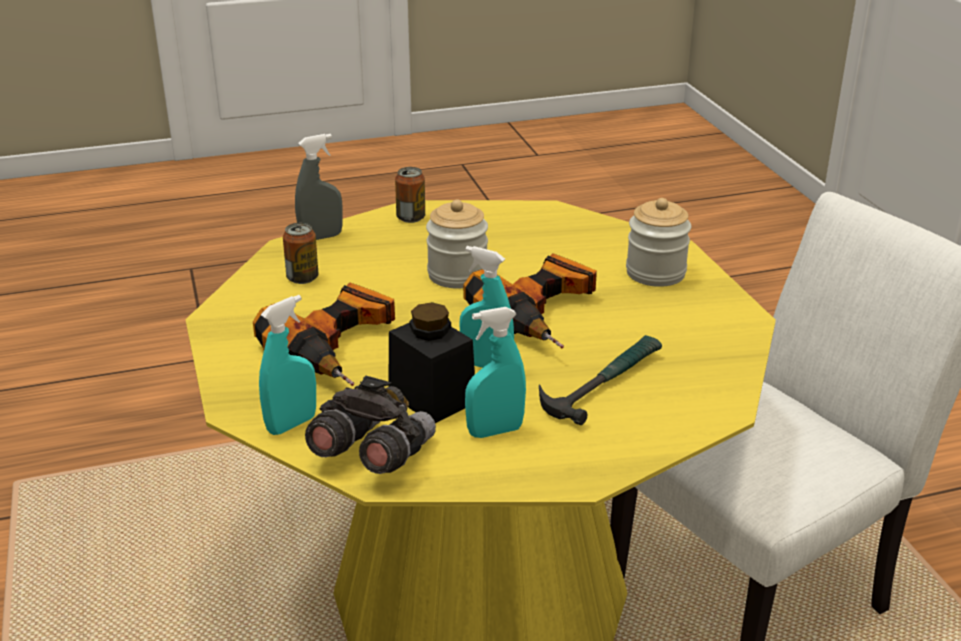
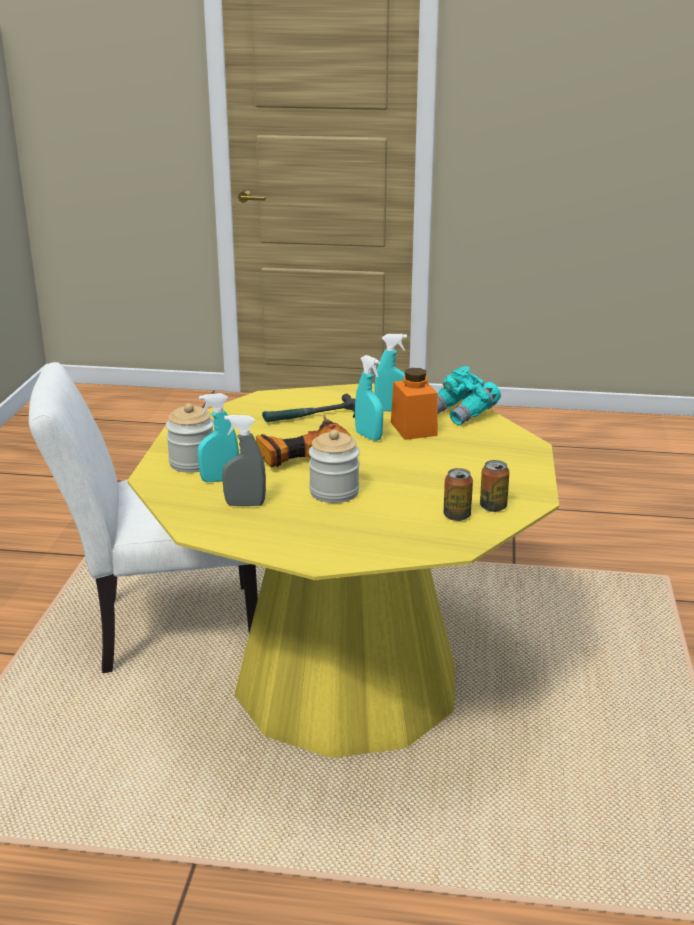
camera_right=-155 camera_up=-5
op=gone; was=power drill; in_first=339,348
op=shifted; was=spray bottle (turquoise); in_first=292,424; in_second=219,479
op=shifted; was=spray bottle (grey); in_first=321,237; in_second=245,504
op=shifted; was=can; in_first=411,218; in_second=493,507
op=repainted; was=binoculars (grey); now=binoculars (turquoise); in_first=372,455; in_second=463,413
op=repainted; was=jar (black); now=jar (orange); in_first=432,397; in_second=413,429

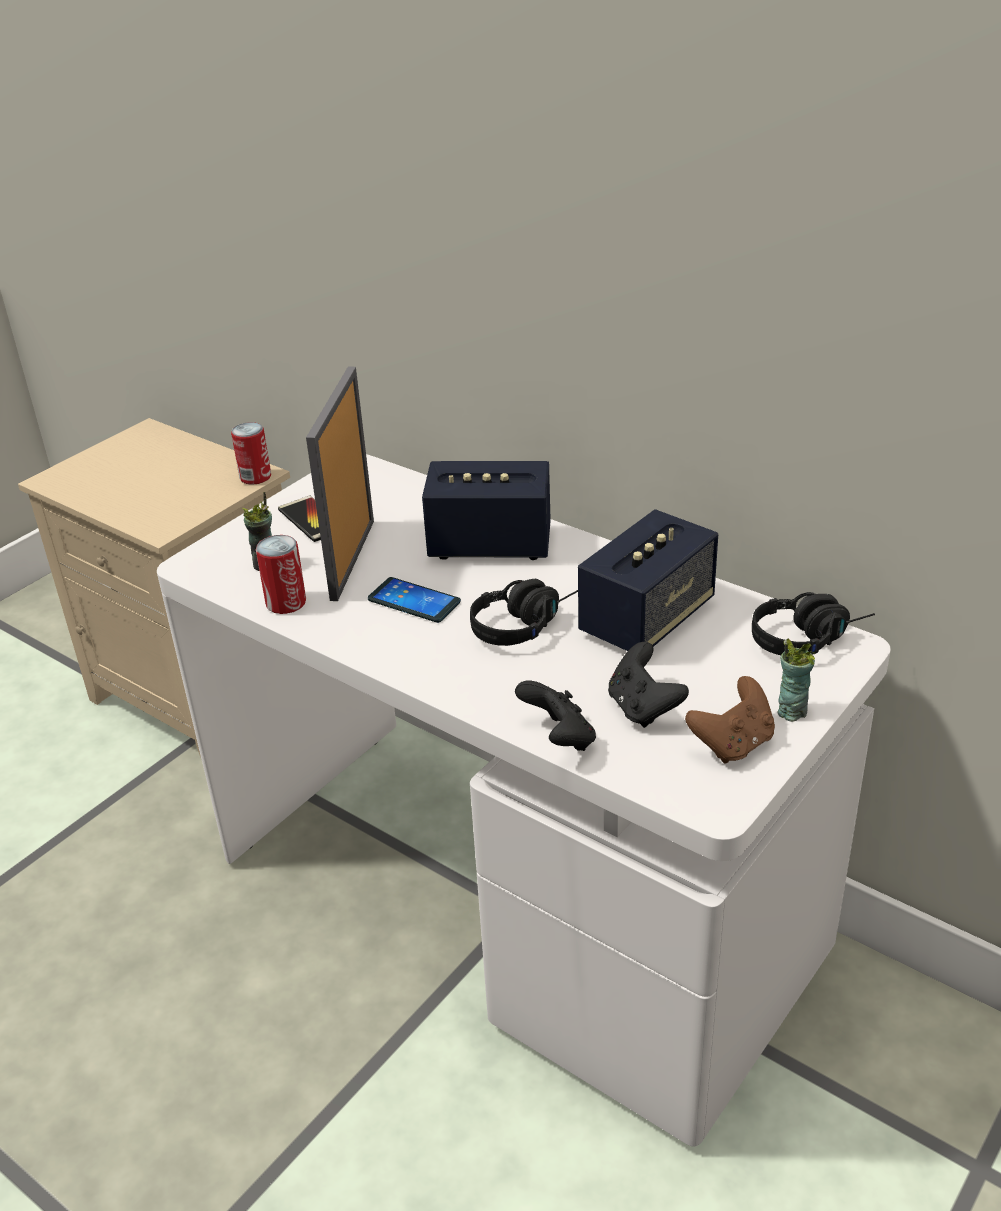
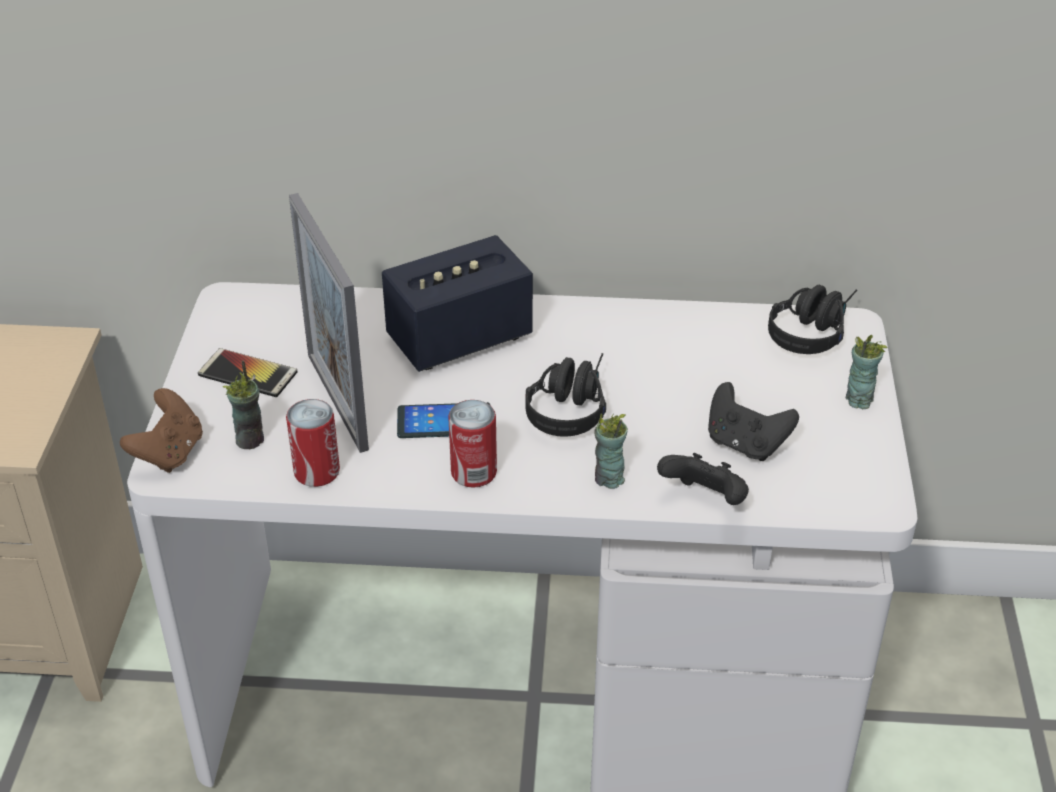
camera_right=-35 camera_up=5
op=gone; was=speaker; in_first=647,619
op=new; now=cup; in_second=608,479
op=shifted; was=can; in_first=255,477; in_second=473,472
op=shifted; was=game controller (brown); in_first=733,744; in_second=169,453

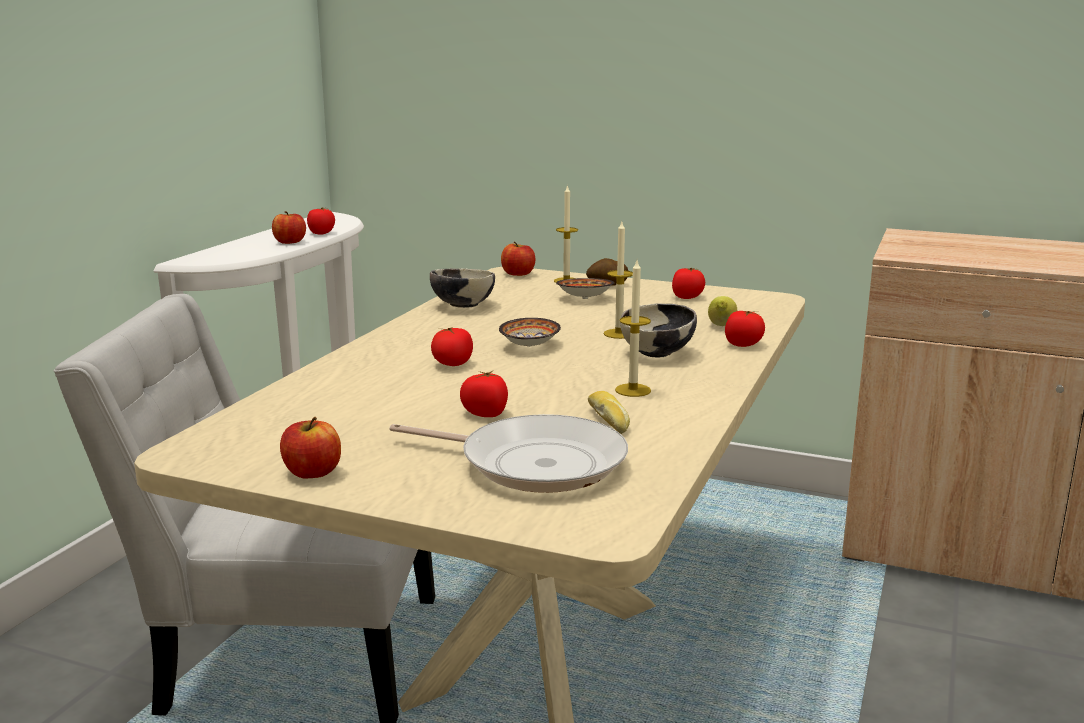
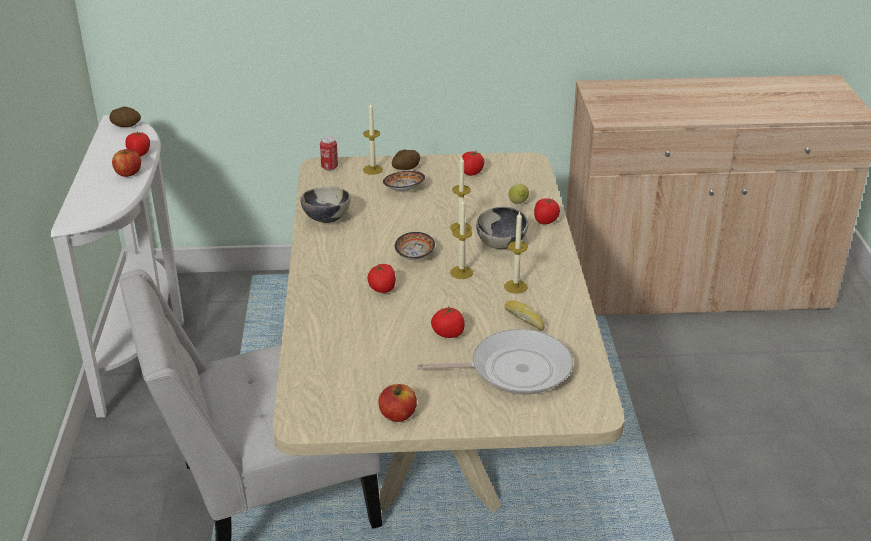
camera_right=-25 camera_up=15
op=new; now=potato; in_second=126,125
op=new; now=candle; in_second=461,272
op=swapped; was=apple; now=can; in_first=518,274; in_second=329,167

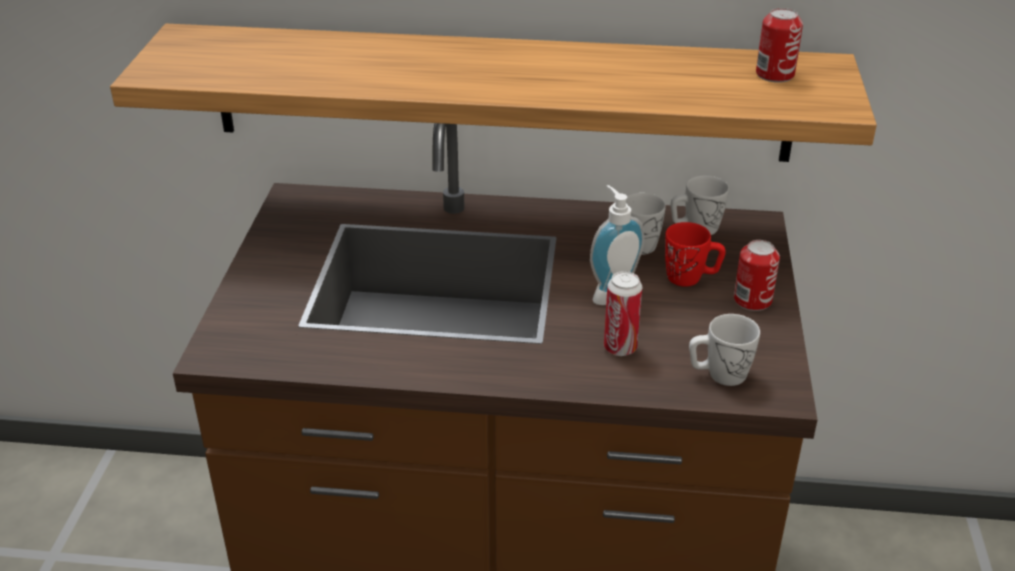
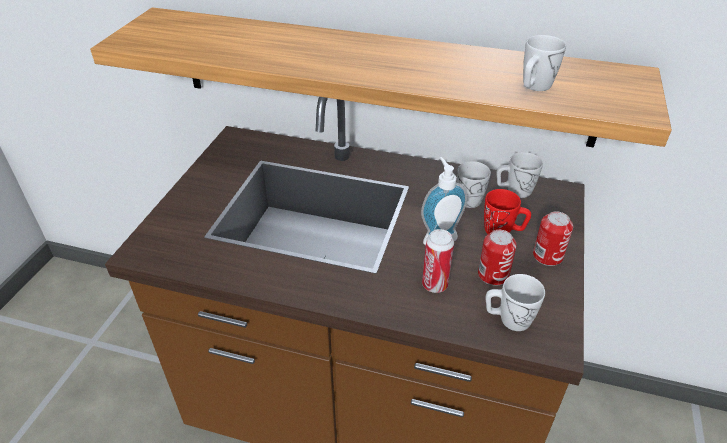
camera_right=10 camera_up=5
op=new; now=mug (white); in_second=534,87
op=shifted; was=can; in_first=775,74; in_second=493,275

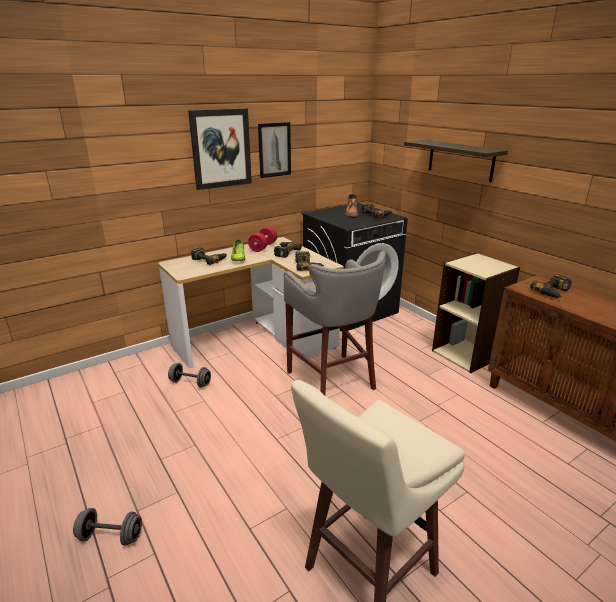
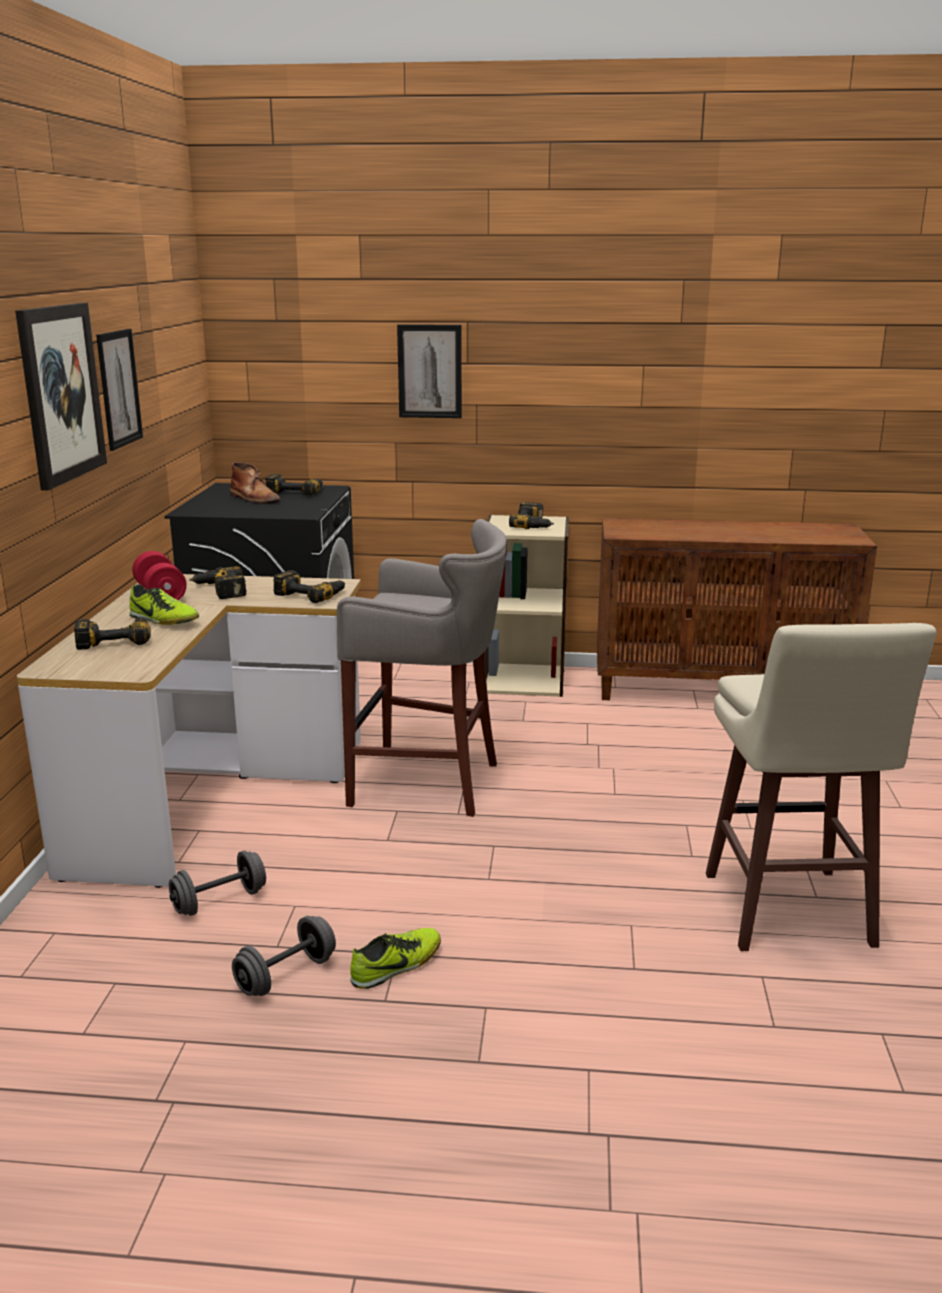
camera_right=-50 camera_up=-5
op=new; now=shoe; in_second=397,966
op=shifted; was=dumbbell (grey); in_first=110,536; in_second=286,975
op=shifted; was=power drill; in_first=554,292; in_second=534,524
op=swapped; was=shelf; now=picture; in_first=460,160; in_second=430,371

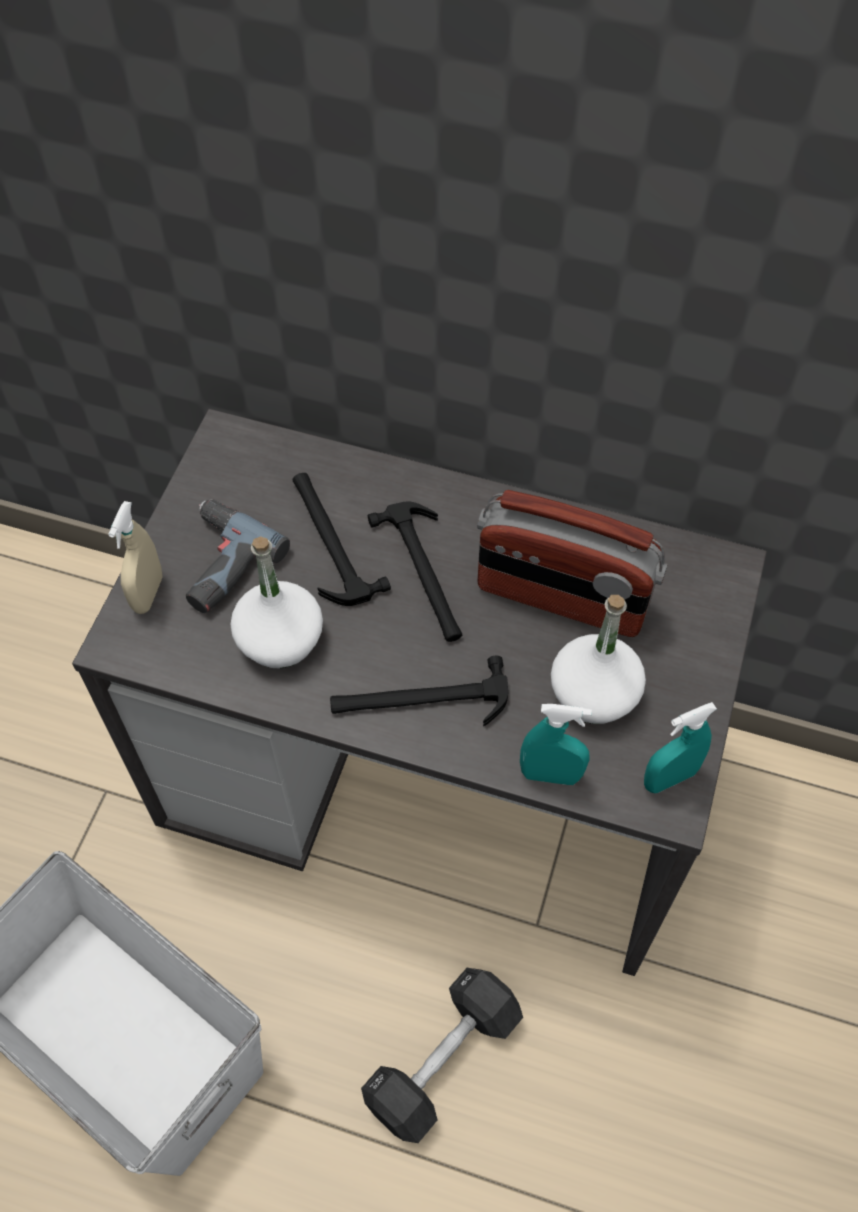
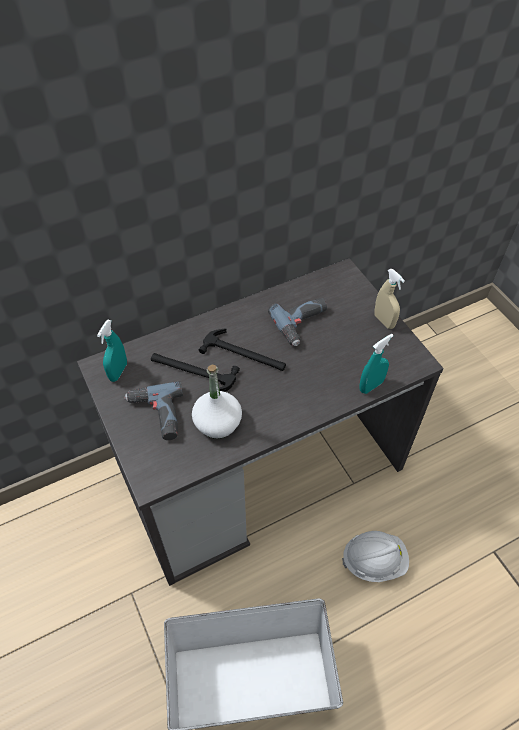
camera_right=-45 camera_up=-5
op=gone; was=hammer; in_first=419,700
op=gone; was=bottle (white); in_first=594,693
op=shifted; was=spray bottle (beige); in_first=148,594; in_second=384,321
op=shifted; was=spray bottle (turquoise); in_first=669,778; in_second=118,372
op=swapped; was=dumbbell (black); now=hard hat (white); in_first=443,1059; in_second=374,561
op=swapped; was=radio; now=power drill; in_first=562,598; in_second=303,324

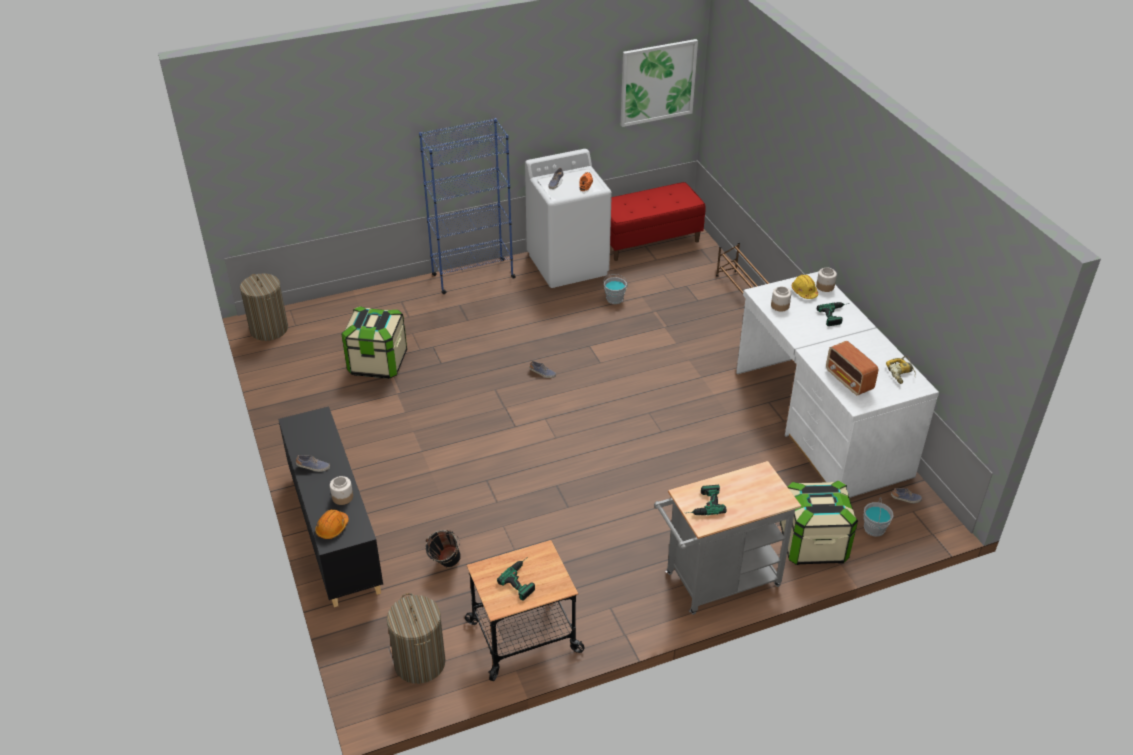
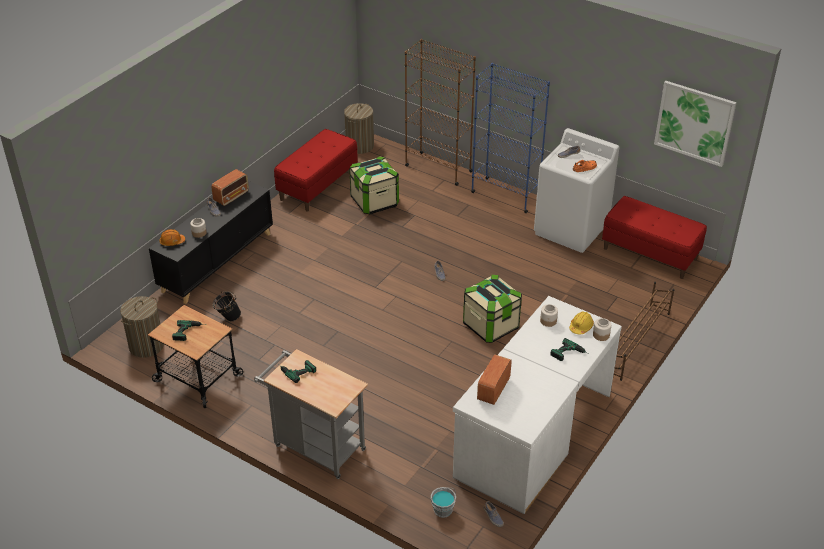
camera_right=55 camera_up=0
op=gone; was=bucket (grey); in_first=615,299
op=gone; was=power drill; in_first=901,373
op=new; now=radio; in_second=231,196
op=new; now=bench (red); in_second=317,185
op=new; now=bookcase (brown); in_second=438,168
op=shifted; was=storage box; in_first=813,544; in_second=491,326

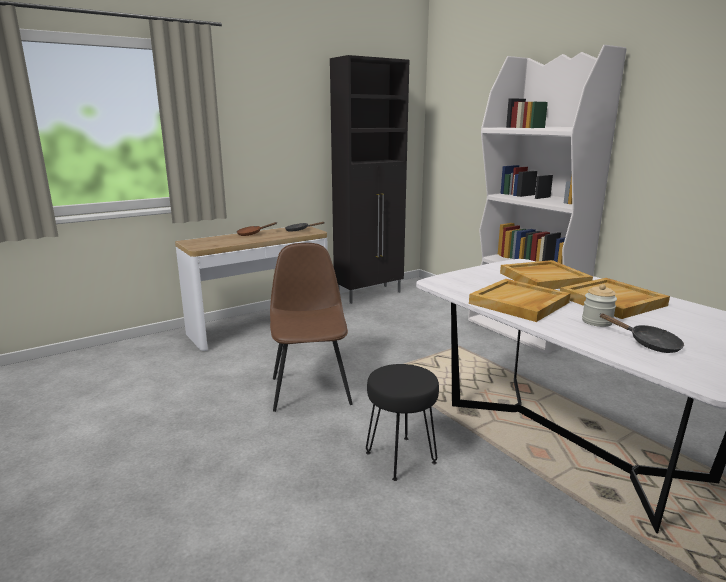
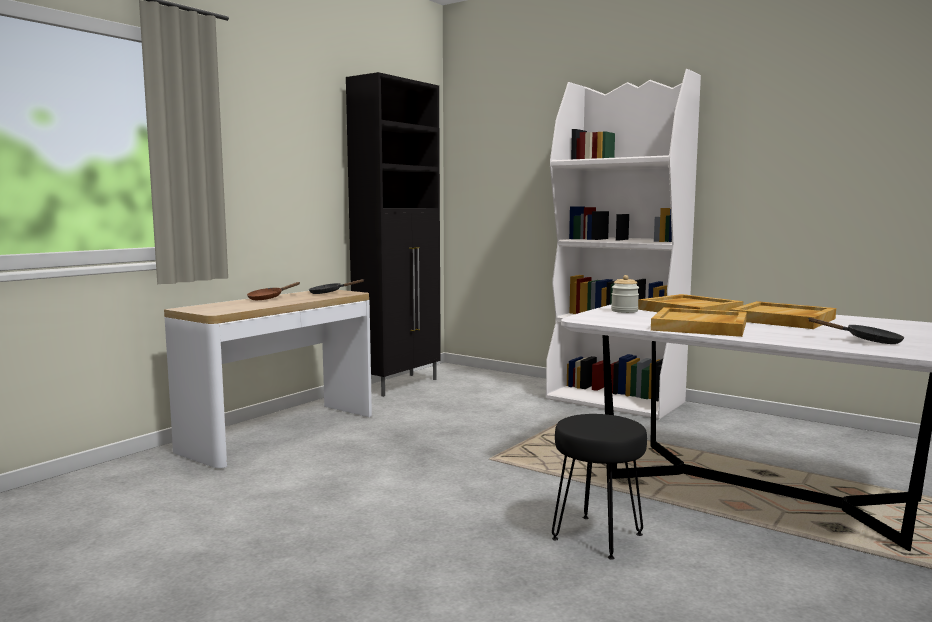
camera_right=-20 camera_up=-10
op=gone; was=chair (brown); in_first=310,389
op=shifted; was=jar; in_first=597,321; in_second=624,311

